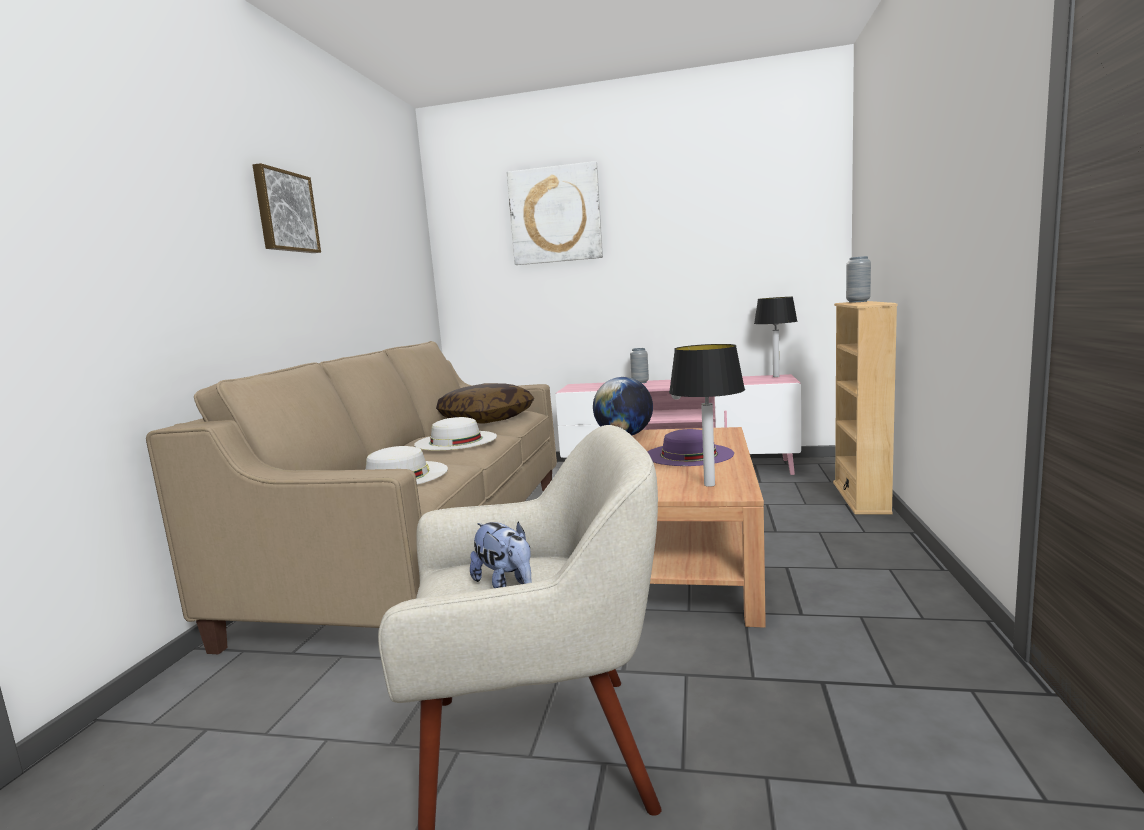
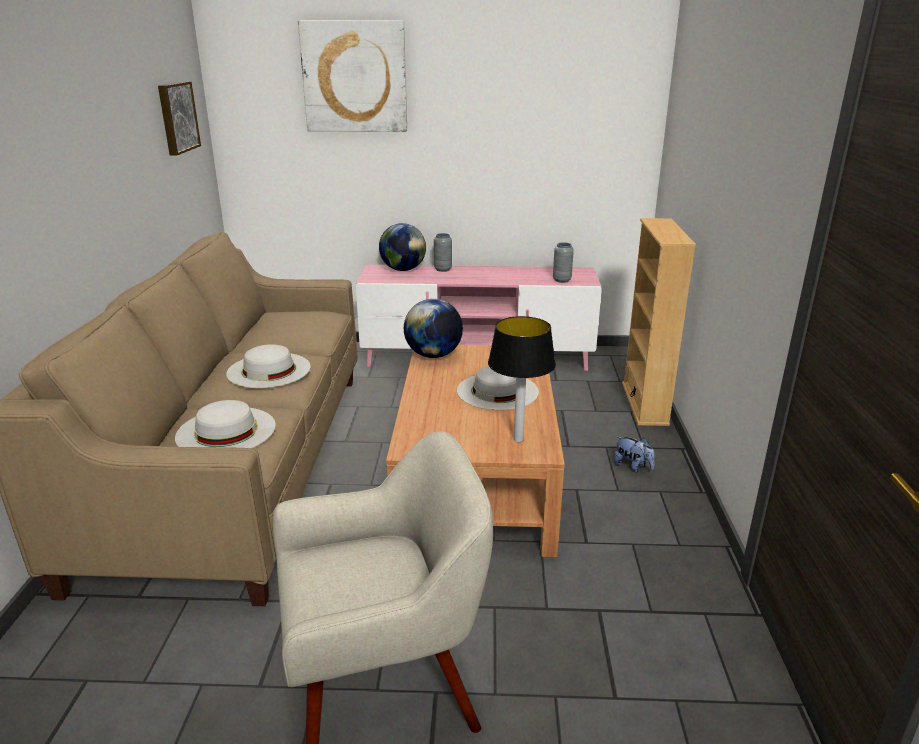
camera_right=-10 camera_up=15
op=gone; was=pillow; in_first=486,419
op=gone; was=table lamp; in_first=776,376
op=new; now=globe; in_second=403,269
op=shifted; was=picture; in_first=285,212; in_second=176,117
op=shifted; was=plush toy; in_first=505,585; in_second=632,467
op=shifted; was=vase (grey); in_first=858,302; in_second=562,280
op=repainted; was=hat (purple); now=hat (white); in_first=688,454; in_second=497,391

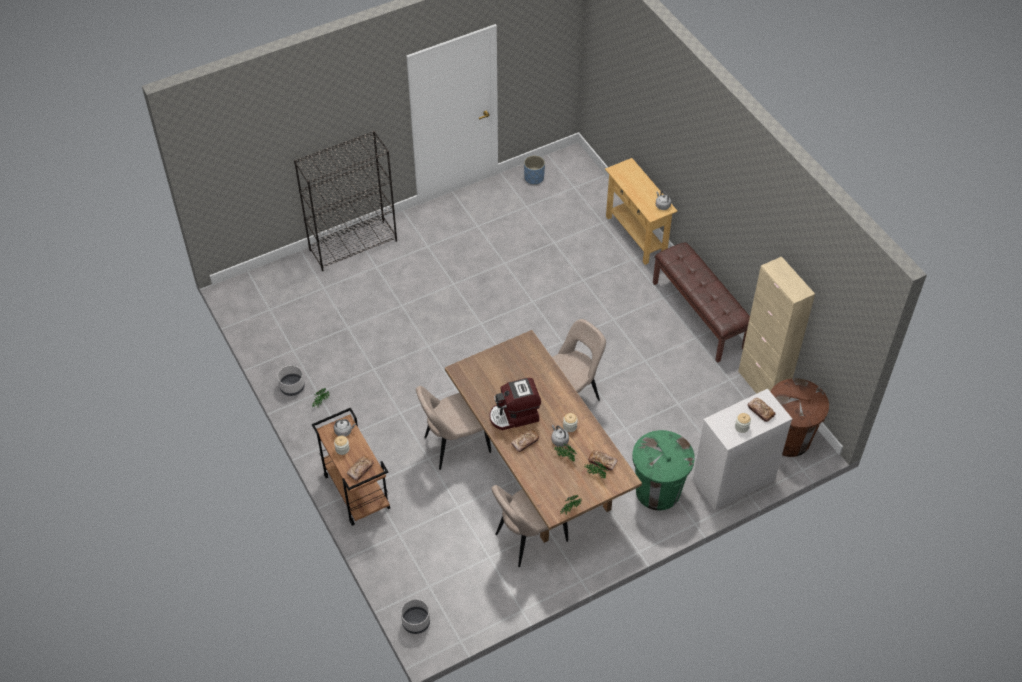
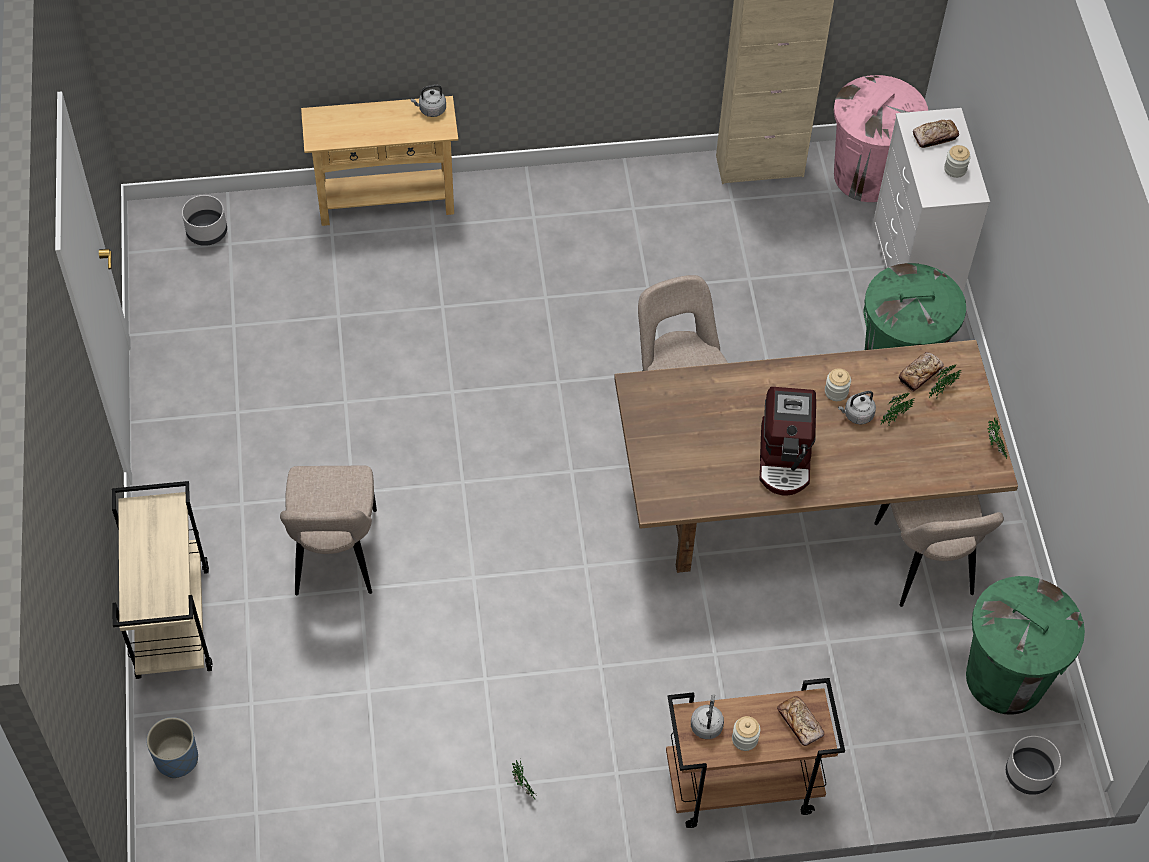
camera_right=-70 camera_up=5
op=gone; was=bread; in_first=525,442
op=gone; was=bench (brown); in_first=699,315
op=new; now=trash can (green); in_second=1005,679
op=shifted; was=planter (grey); in_first=292,387; in_second=206,232
op=shifted; was=chair (beige); in_first=454,445; in_second=335,557
op=shifted; was=planter (blue); in_first=534,178; in_second=176,759
op=swapped; was=bookcase (black); now=cart (beige); in_first=353,245; in_second=172,621
op=repainted; was=trash can (brown); now=trash can (pink); in_first=788,439; in_second=868,176

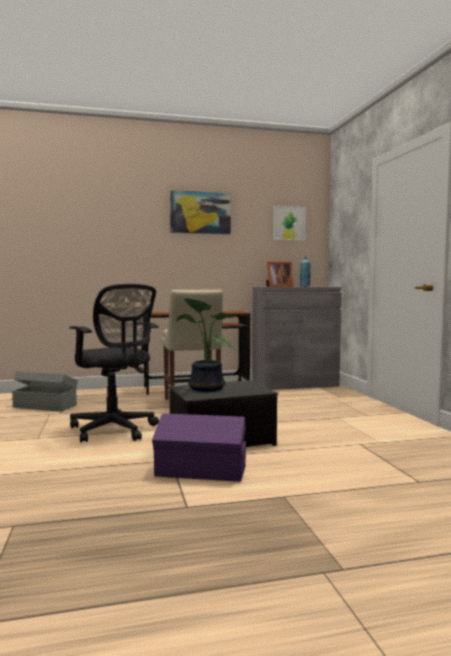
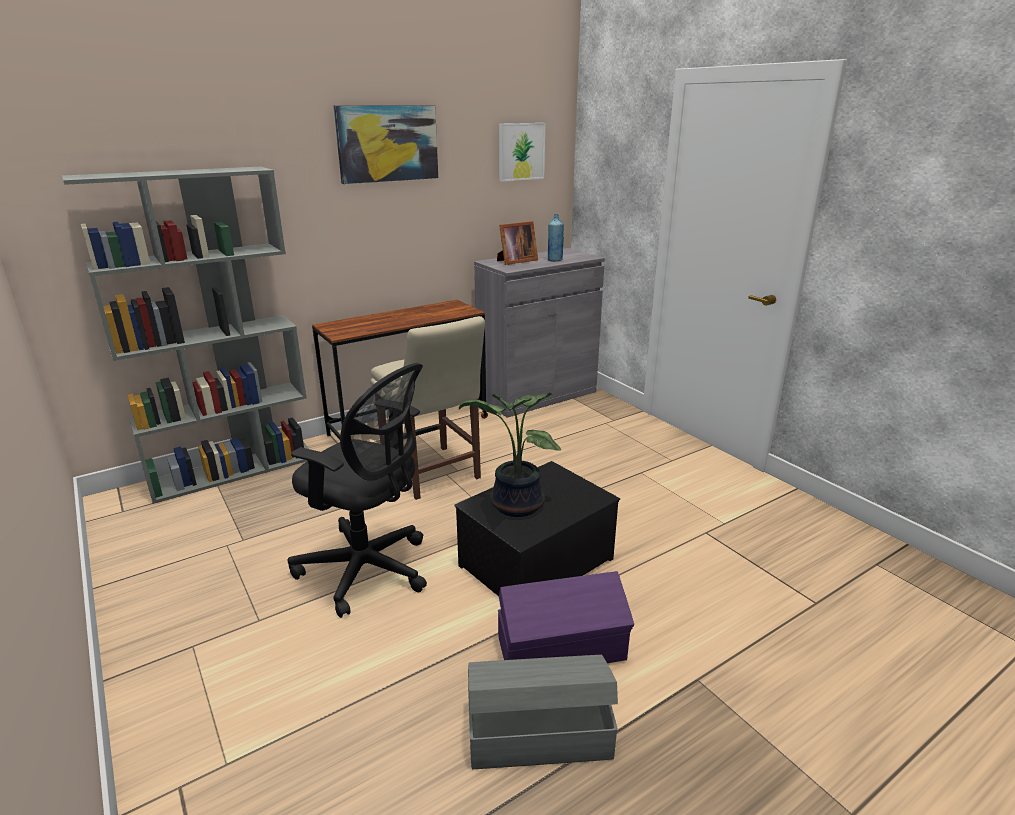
camera_right=-20 camera_up=20
op=new; now=bookcase (grey); in_second=234,470
op=shifted; was=storage box (grey); in_first=45,406; in_second=537,733

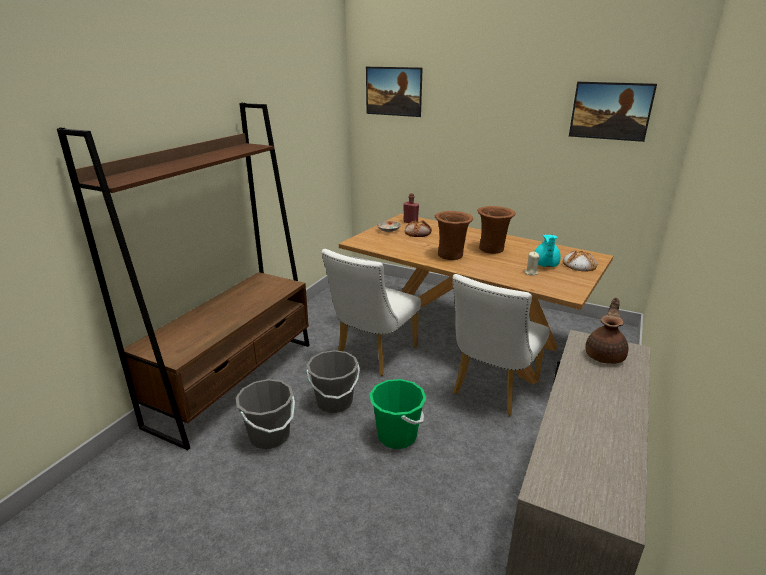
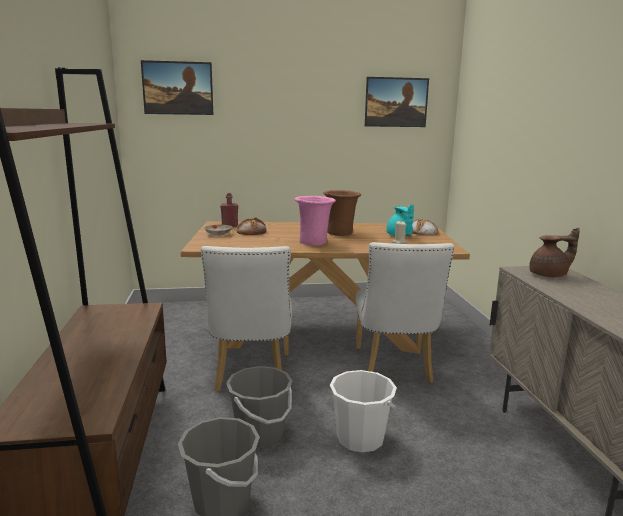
camera_right=-35 camera_up=-10
op=repainted; was=bucket (green); now=bucket (white); in_first=397,436; in_second=360,438
op=repainted; was=vase (brown); now=vase (pink); in_first=451,255; in_second=314,242
op=rotated; was=teapot (brown); in_first=605,355; in_second=549,275; clockwise=90

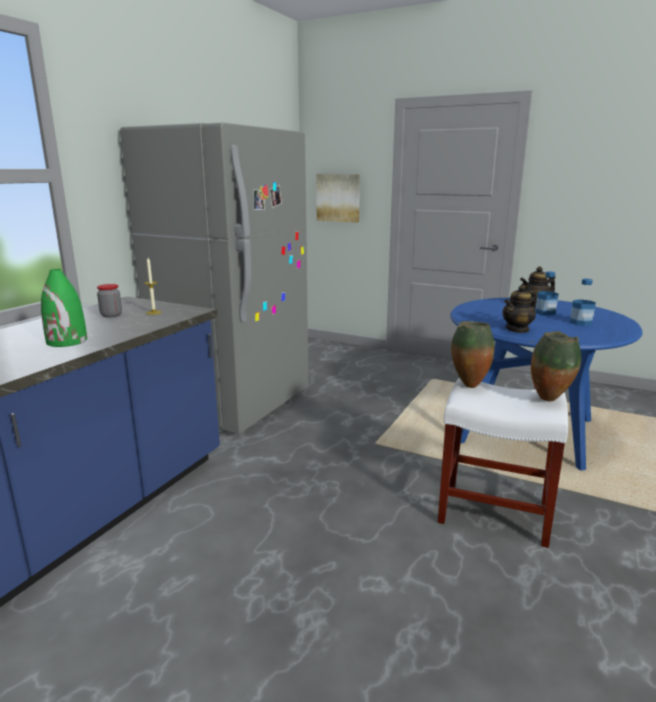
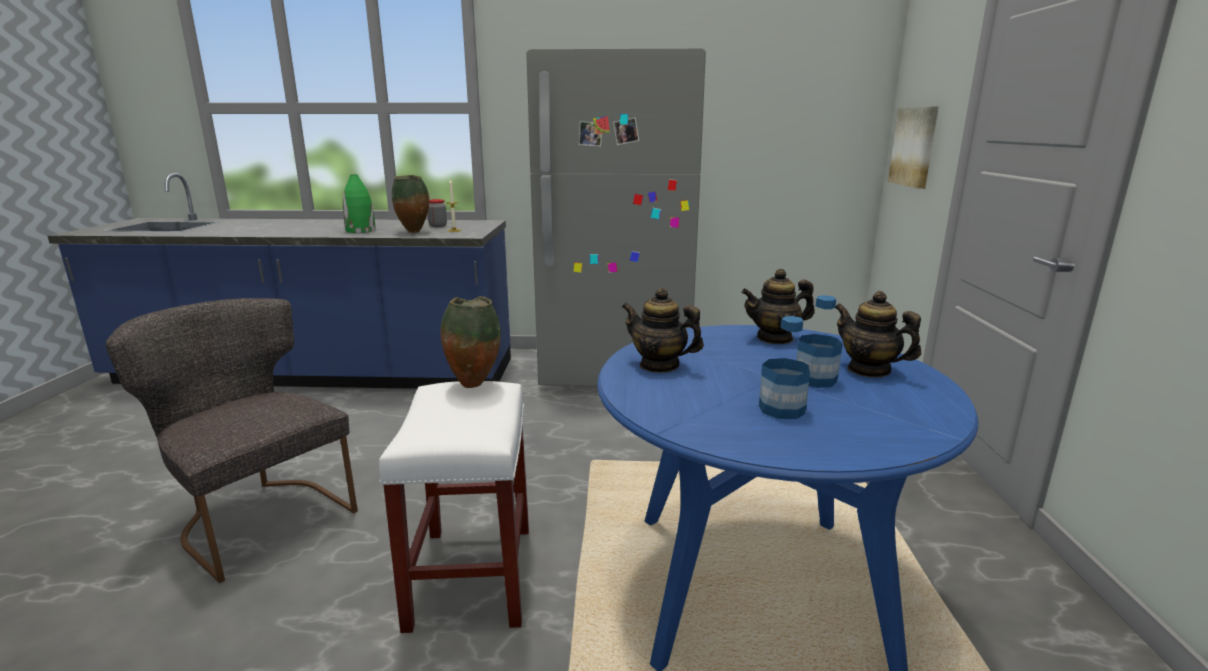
camera_right=65 camera_up=0
op=new; now=chair (grey); in_second=258,517
op=new; now=teapot; in_second=775,338
op=shifted; was=vase; in_first=549,400; in_second=414,232

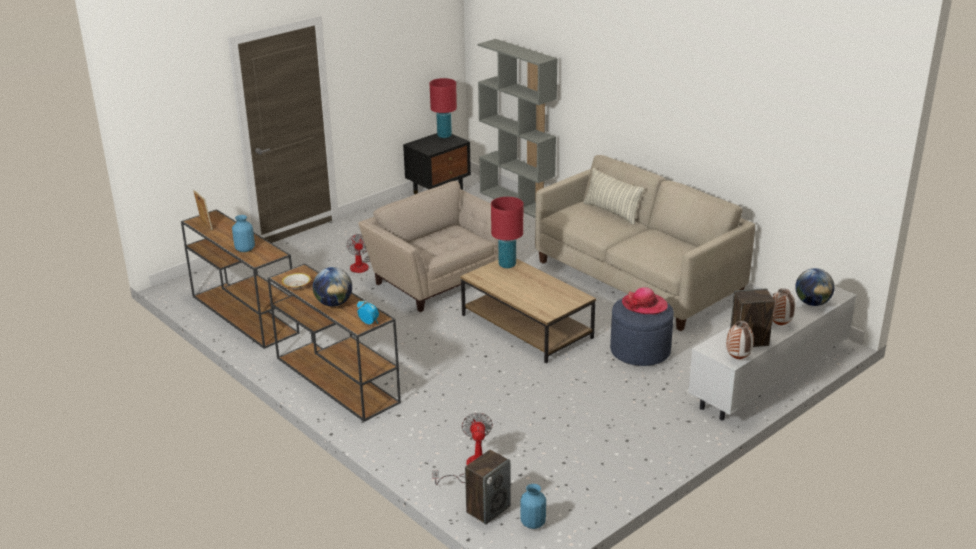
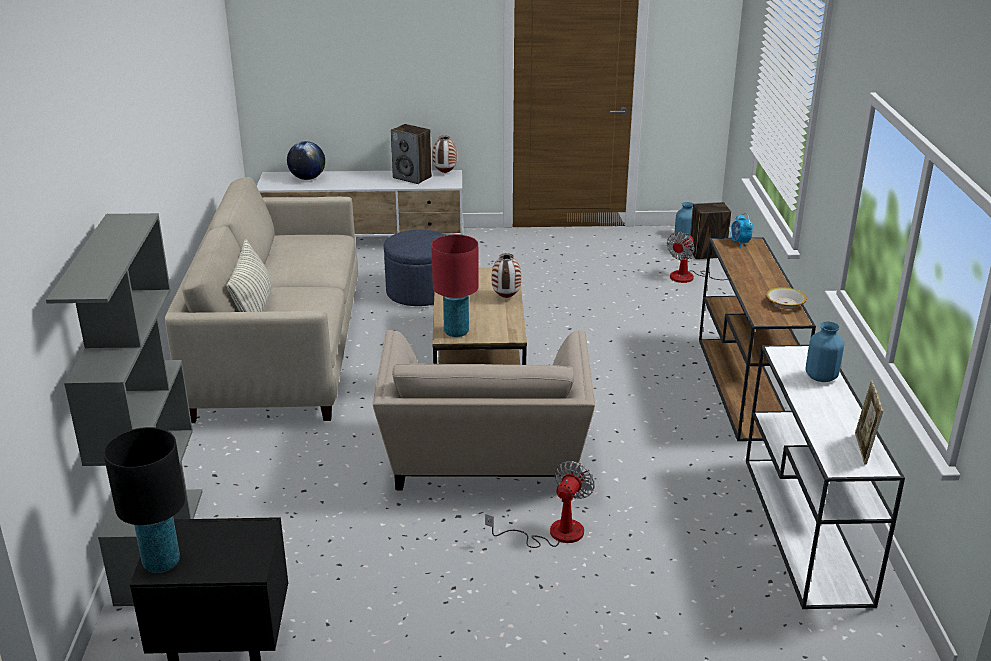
camera_right=-140 camera_up=0
op=gone; was=globe; in_first=333,303
op=gone; was=hat; in_first=644,305
op=shifted; was=vase; in_first=779,325; in_second=506,298
op=repainted; was=console table (brown); now=console table (white); in_first=243,314; in_second=806,529
op=repainted; was=table lamp (red); now=table lamp (black); in_first=444,136; in_second=162,563

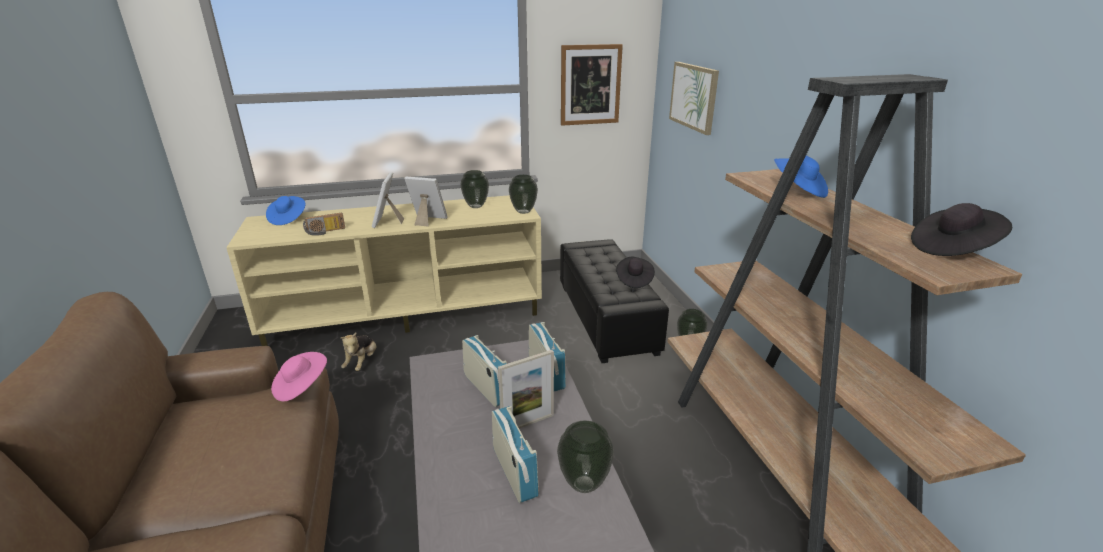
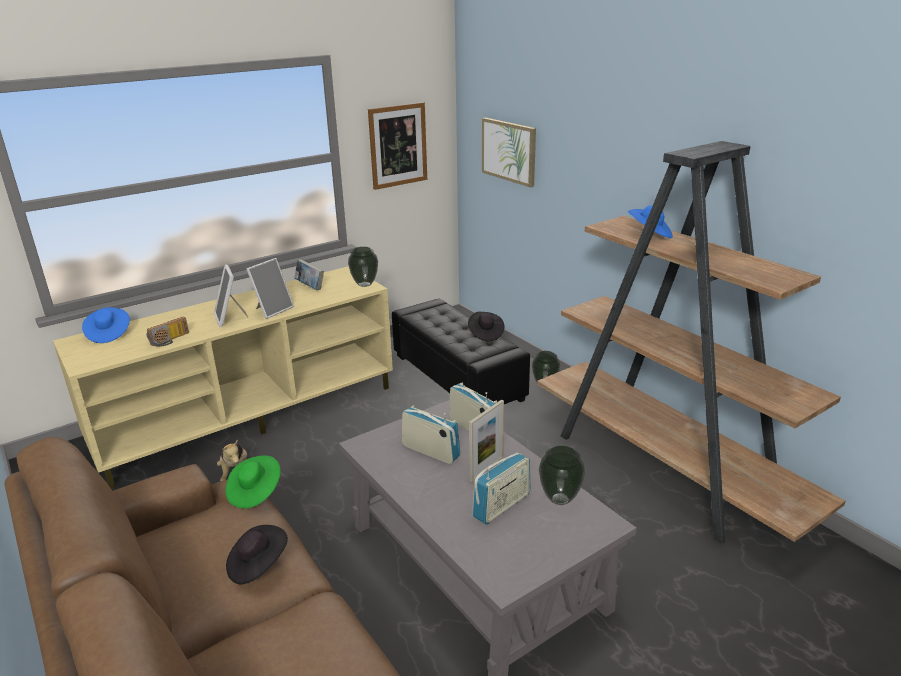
camera_right=-20 camera_up=0
op=shifted; was=hat (black); in_first=952,248; in_second=257,565
op=swapped; was=vase; now=book; in_first=475,206; in_second=310,287
op=repainted; was=hat (pink); now=hat (green); in_first=301,386; in_second=255,492
op=rotated; was=picture frame; in_first=427,220; in_second=272,310; clockwise=135
op=rotated; was=radio; in_first=514,472; in_second=502,506; clockwise=90

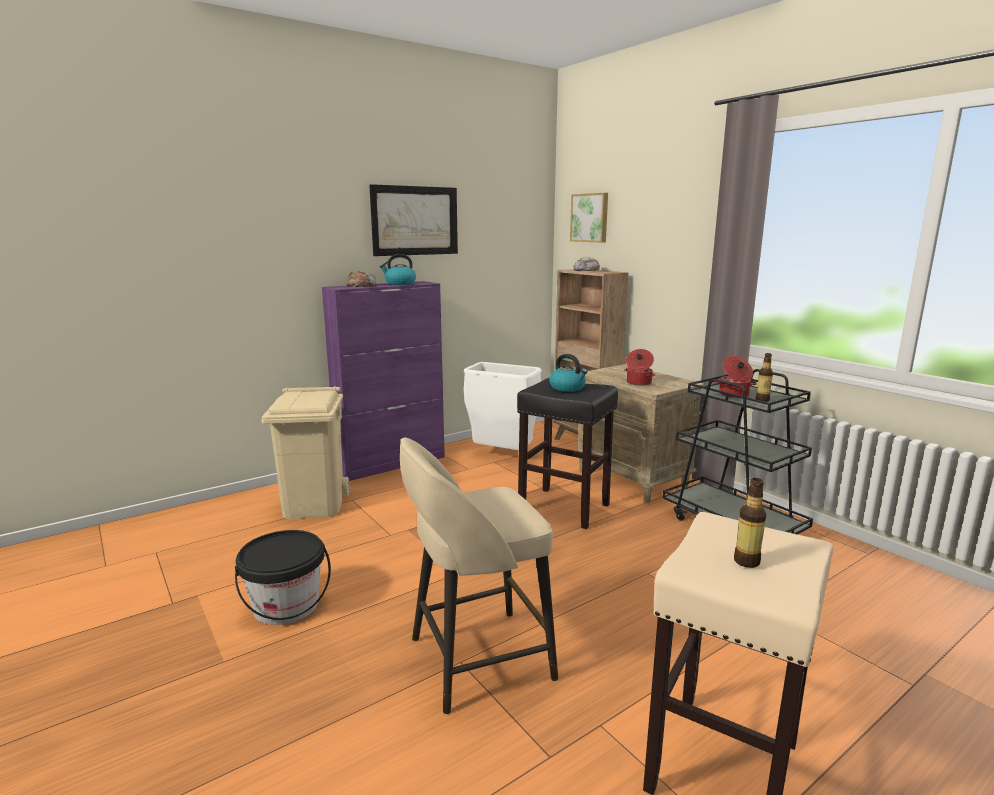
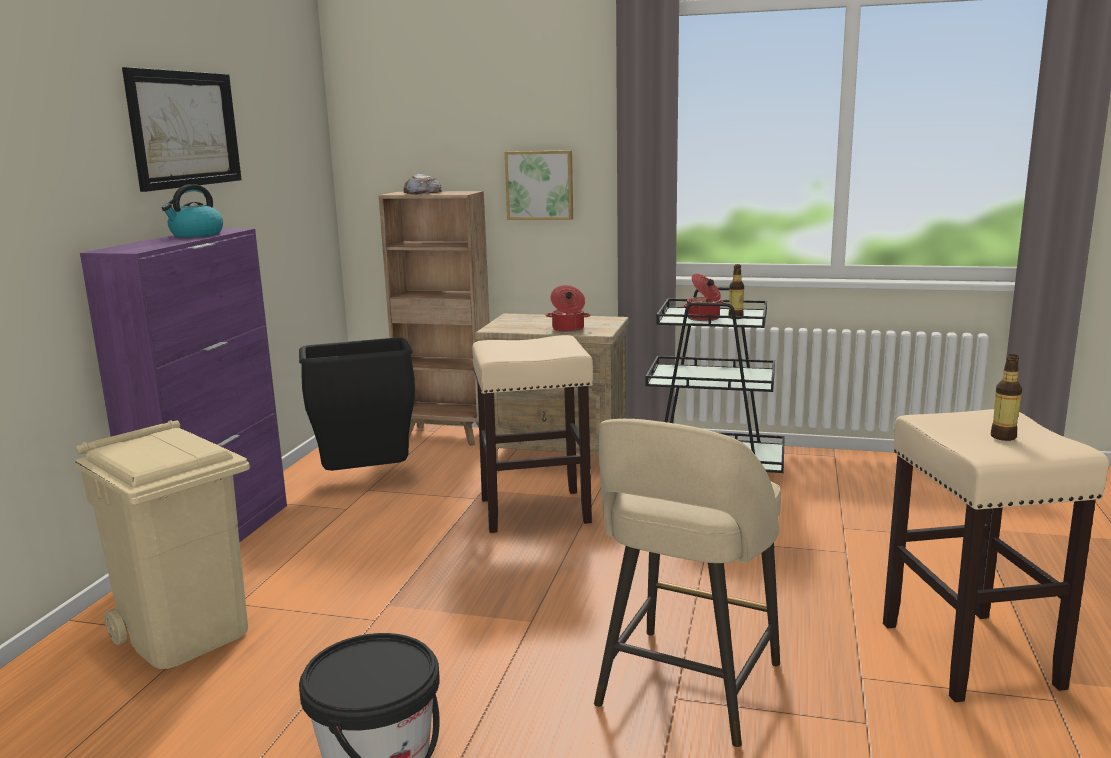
camera_right=-40 camera_up=0
op=gone; was=bread; in_first=361,286
op=gone; was=kettle; in_first=568,388
op=shifted; was=picture; in_first=590,218; in_second=540,185
op=repainted; was=trash can (white); now=trash can (black); in_first=502,456; in_second=366,480
op=repainted; was=stool (black); now=stool (beige); in_first=565,508; in_second=536,510

